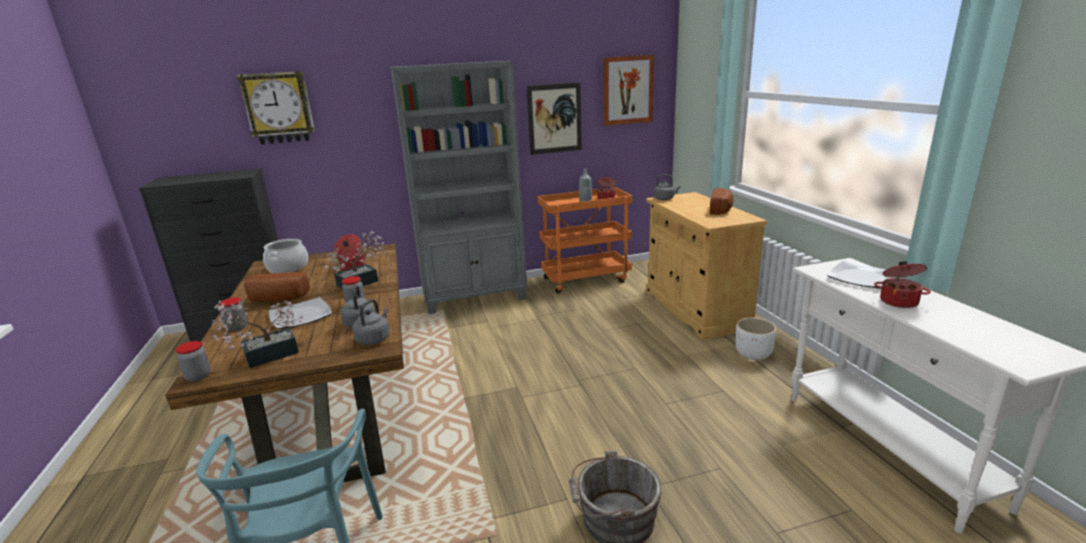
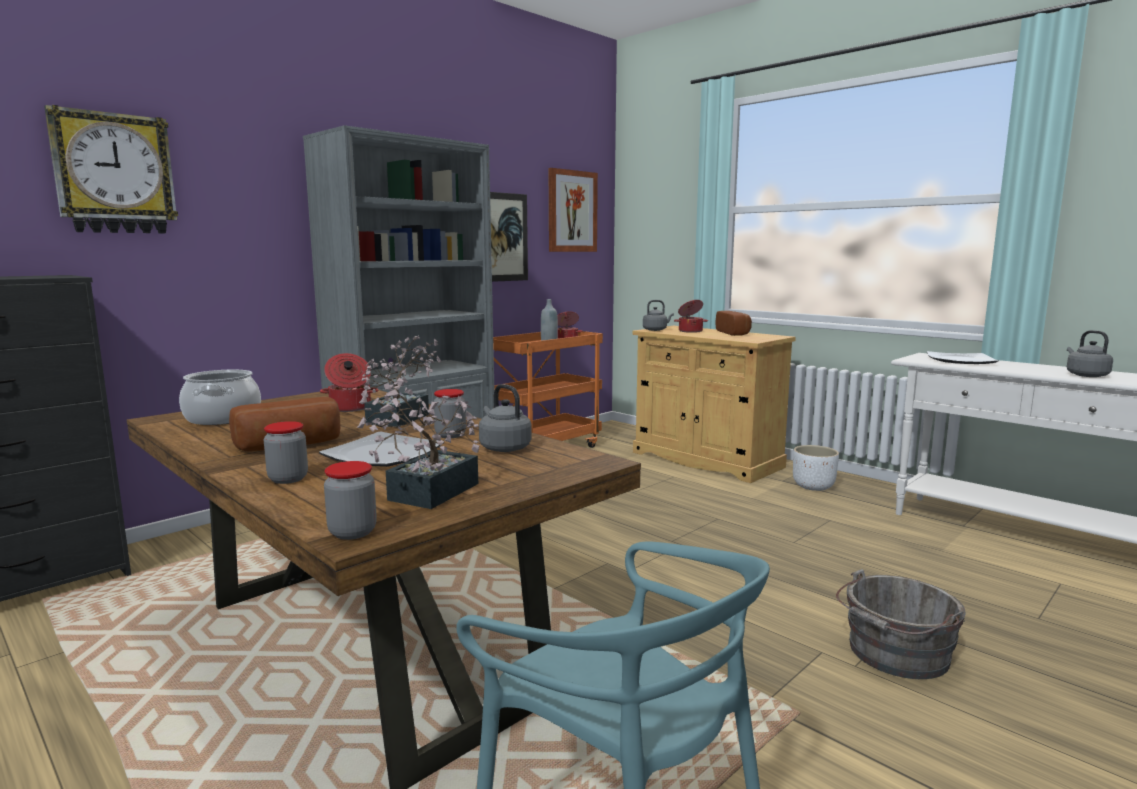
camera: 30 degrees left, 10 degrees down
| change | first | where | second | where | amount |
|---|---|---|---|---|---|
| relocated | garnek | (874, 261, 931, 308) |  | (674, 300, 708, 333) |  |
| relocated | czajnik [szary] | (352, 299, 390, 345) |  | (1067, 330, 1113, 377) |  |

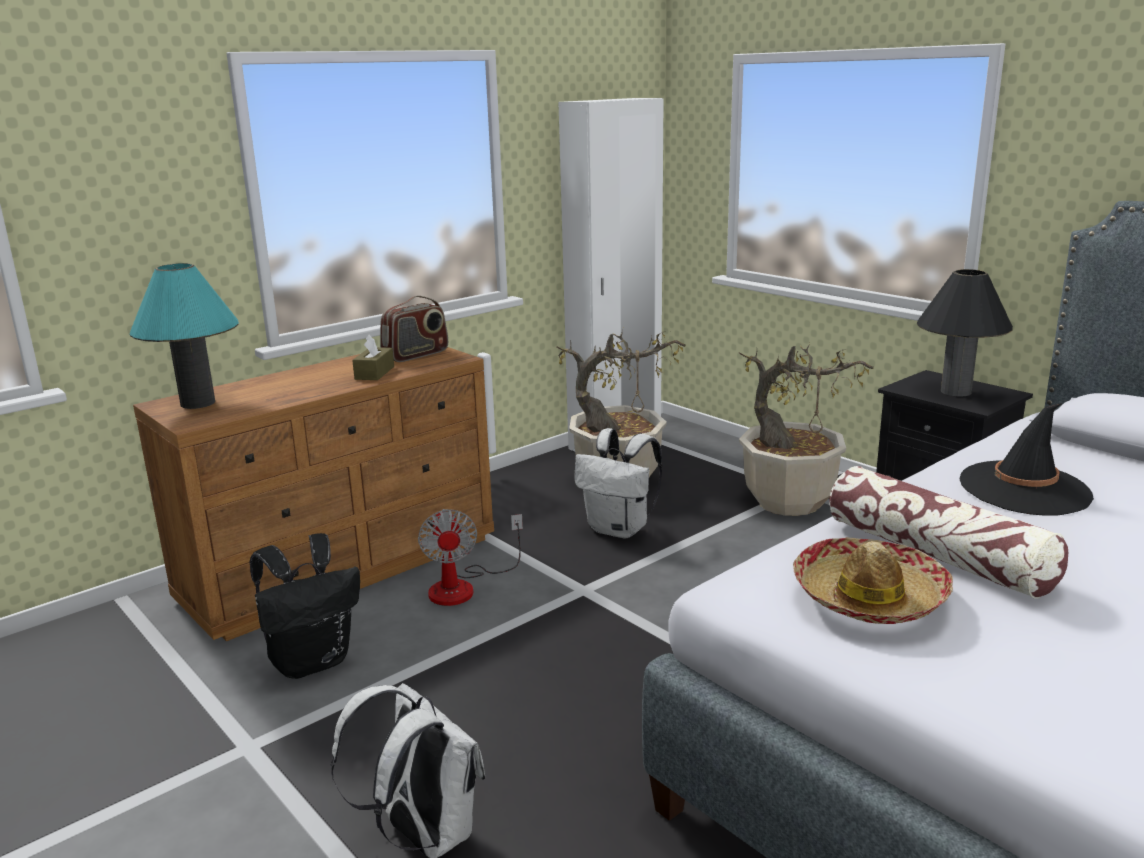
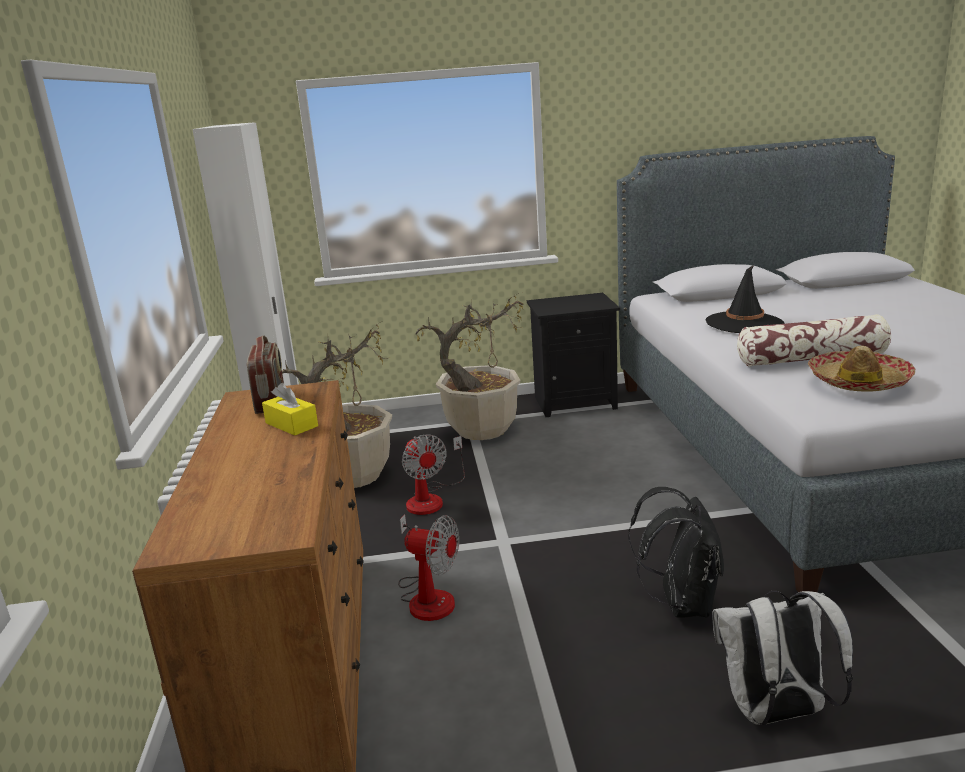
camera: 55 degrees left, 0 degrees up
| change | first | where | second | where | amount |
|---|---|---|---|---|---|
| missing | lampa stołowa [turkusowy] | (130, 263, 239, 409) |  |  |  |
| missing | lampa stołowa [czarny] | (917, 269, 1013, 396) |  |  |  |
| colour | pudełko chusteczek [brązowy] | (352, 334, 394, 380) | pudełko chusteczek [żółty] | (262, 383, 318, 435) |  |
| exchanged | plecak [biały] | (574, 428, 662, 538) | wentylator | (402, 435, 465, 515) |  |
| relocated | plecak [czarny] | (250, 533, 360, 679) |  | (628, 487, 724, 618) |  |

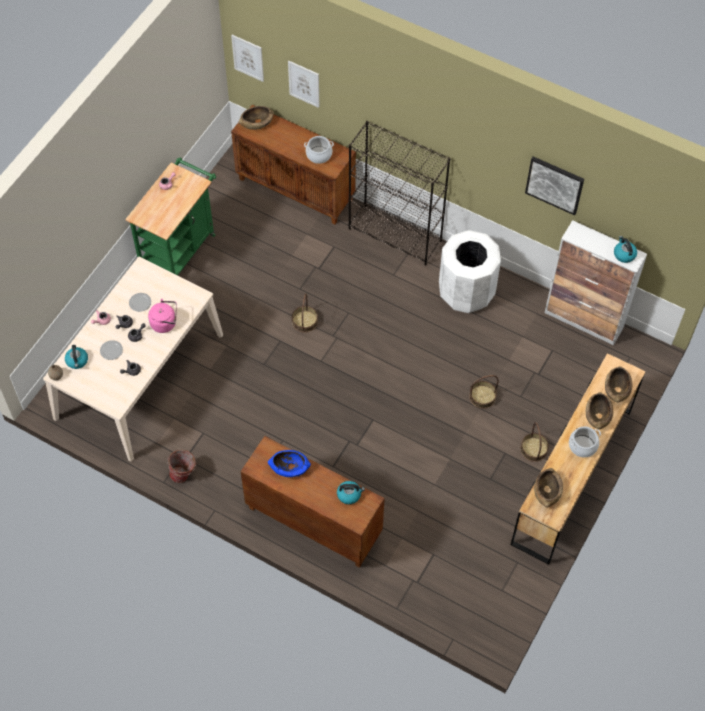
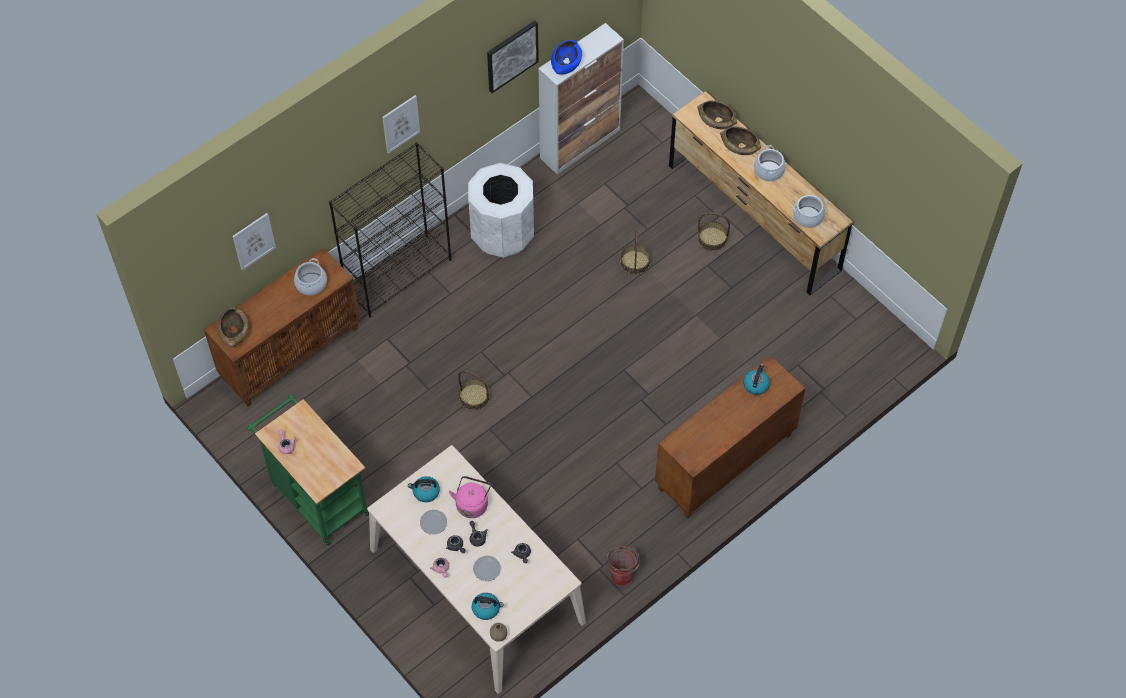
camera: 70 degrees left, 0 degrees up
| change | first | where | second | where | amount |
|---|---|---|---|---|---|
| relocated | obraz | (231, 35, 264, 82) |  | (382, 95, 420, 154) |  |
| relocated | czajnik | (614, 236, 637, 263) |  | (408, 476, 440, 502) |  |
| relocated | miska [niebieski] | (268, 450, 311, 477) |  | (551, 40, 582, 74) |  |
| exchanged | miska [brązowy] | (534, 468, 563, 507) | garnek | (793, 195, 827, 228) |  |

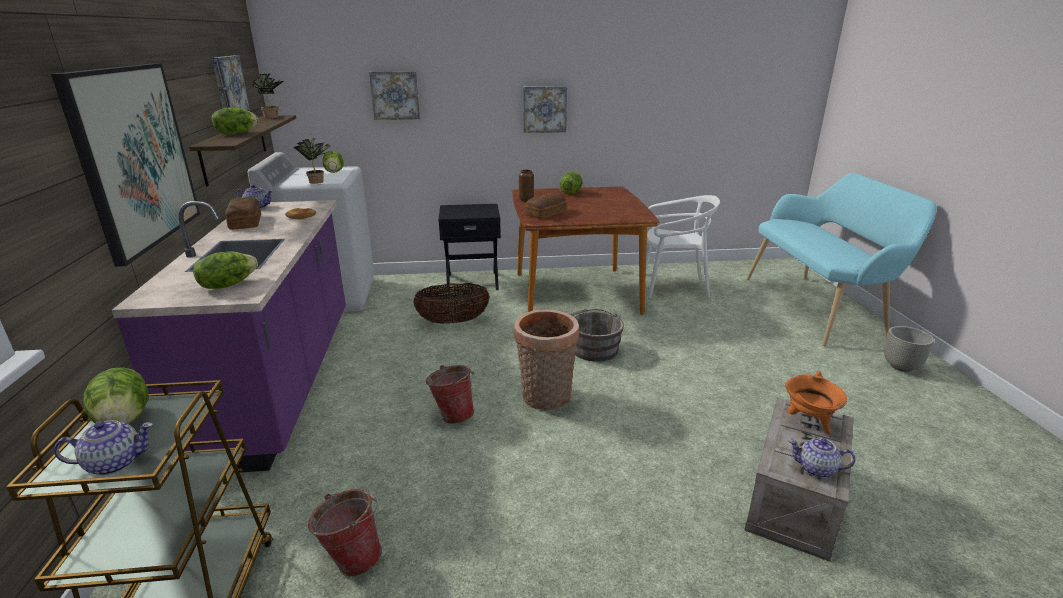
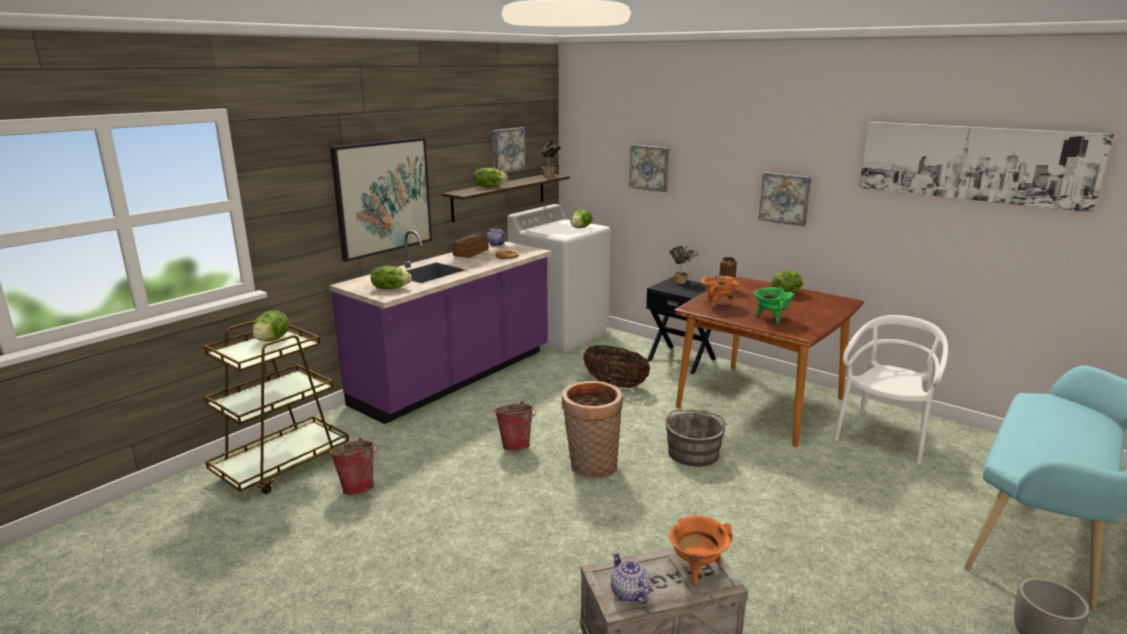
camera: 45 degrees right, 5 degrees down
| change | first | where | second | where | amount |
|---|---|---|---|---|---|
| relocated | roślina doniczkowa | (294, 138, 331, 184) |  | (669, 246, 698, 284) |  |
| exchanged | chleb | (525, 193, 566, 219) | garnek [pomarańczowy] | (701, 276, 739, 309) |  |
| spun | krzesło [biały] | (646, 195, 720, 298) |  | (833, 315, 948, 465) | 105 degrees counterclockwise |
| missing | imbryk | (54, 420, 153, 475) |  |  |  |
| appeared |  |  | obraz | (859, 122, 1114, 213) |  |
| appeared |  |  | garnek [zielony] | (754, 287, 795, 325) |  |

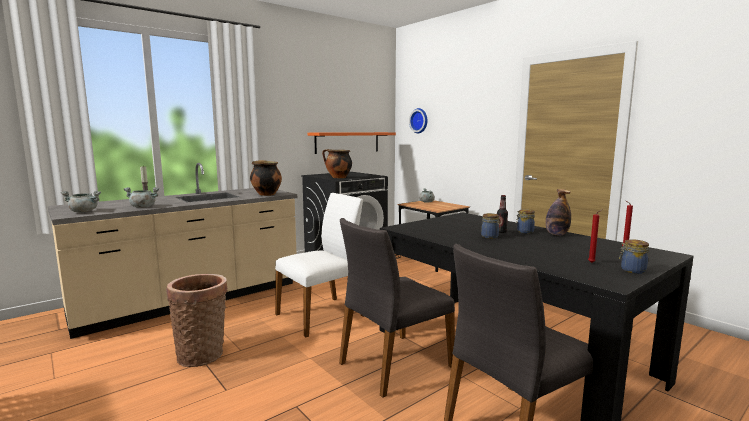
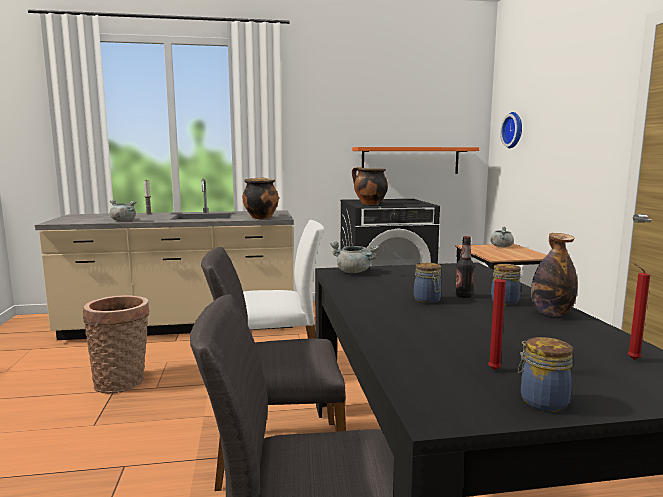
camera: 30 degrees right, 0 degrees up
| change | first | where | second | where | amount |
|---|---|---|---|---|---|
| relocated | garnek [szary] | (61, 191, 101, 212) |  | (330, 241, 379, 273) |  |

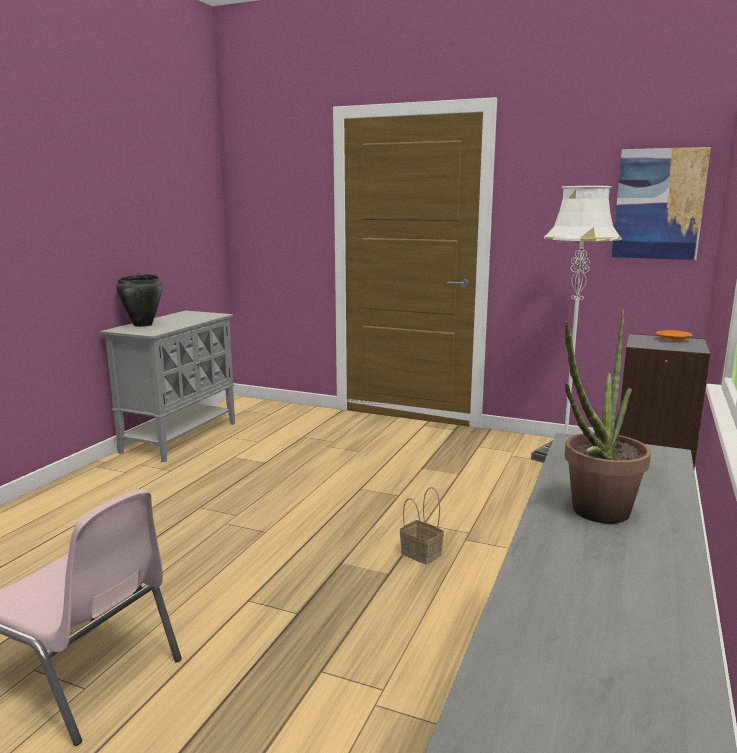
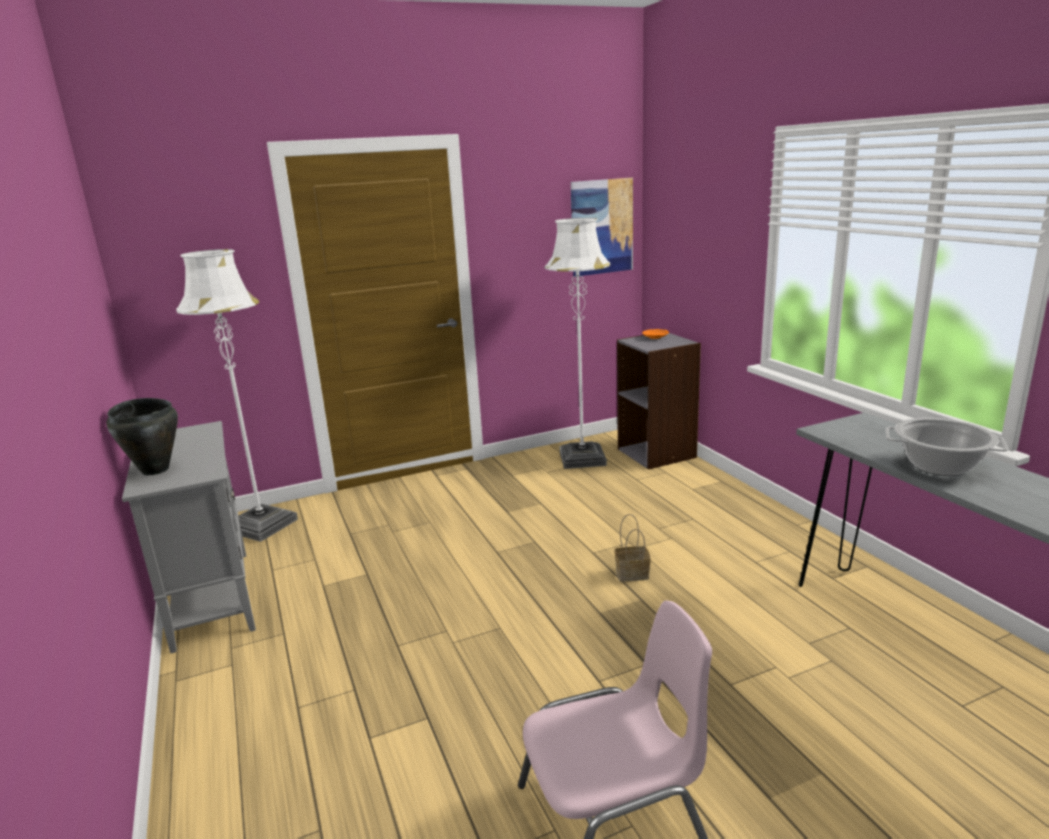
camera: 45 degrees left, 5 degrees up
| change | first | where | second | where | amount |
|---|---|---|---|---|---|
| exchanged | roślina doniczkowa | (564, 308, 651, 524) | garnek | (885, 418, 1008, 476) |  |
| appeared |  |  | lampa stojąca [biały] | (176, 249, 298, 542) |  |

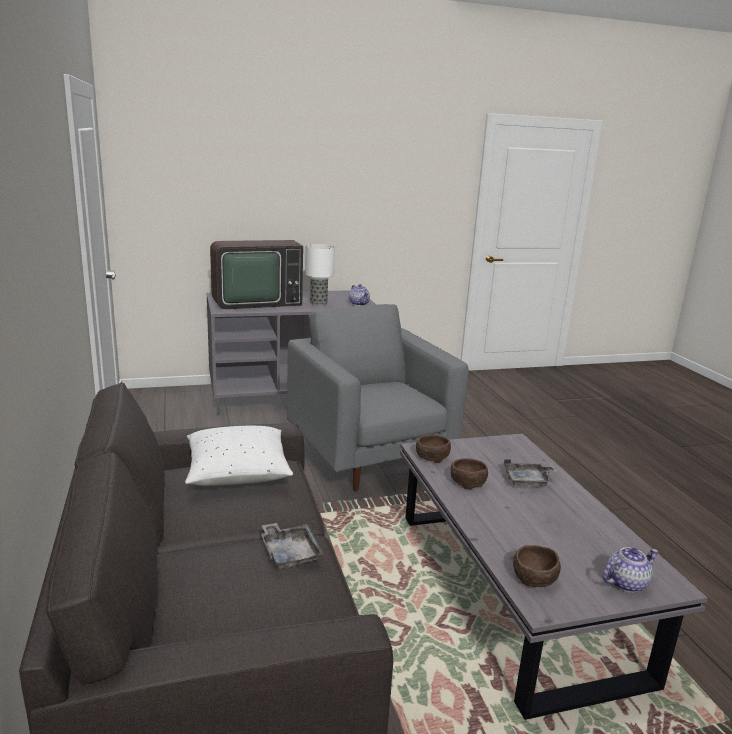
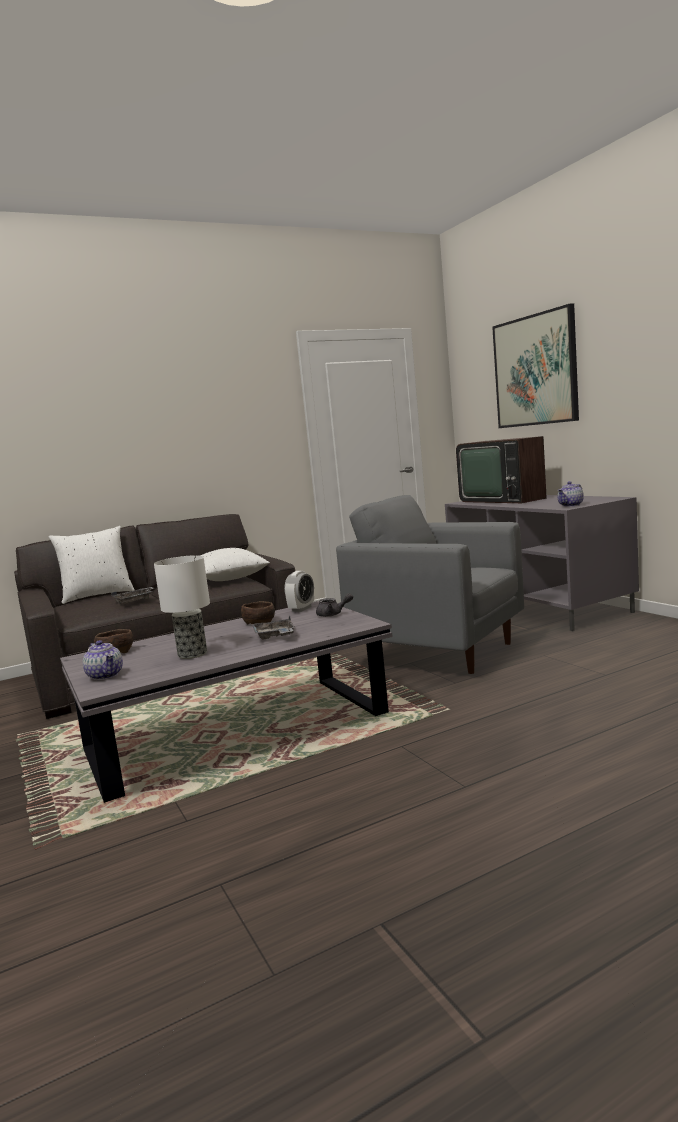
camera: 80 degrees right, 10 degrees down
| change | first | where | second | where | amount |
|---|---|---|---|---|---|
| relocated | lampa stołowa | (305, 244, 335, 305) |  | (154, 555, 210, 659) |  |
| spun | fotel [szary] | (287, 304, 469, 492) |  | (336, 495, 524, 674) | 105 degrees counterclockwise |
| exchanged | miska [brązowy] | (416, 435, 451, 463) | budzik | (284, 571, 314, 612) |  |
| appeared |  |  | obraz | (492, 304, 579, 428) |  |
| appeared |  |  | poduszka [biały] | (49, 526, 135, 604) |  |
| appeared |  |  | imbryk [szary] | (316, 593, 353, 617) |  |

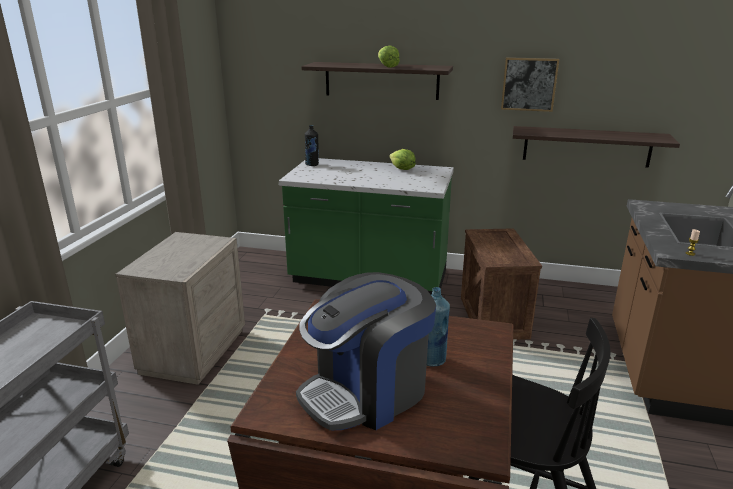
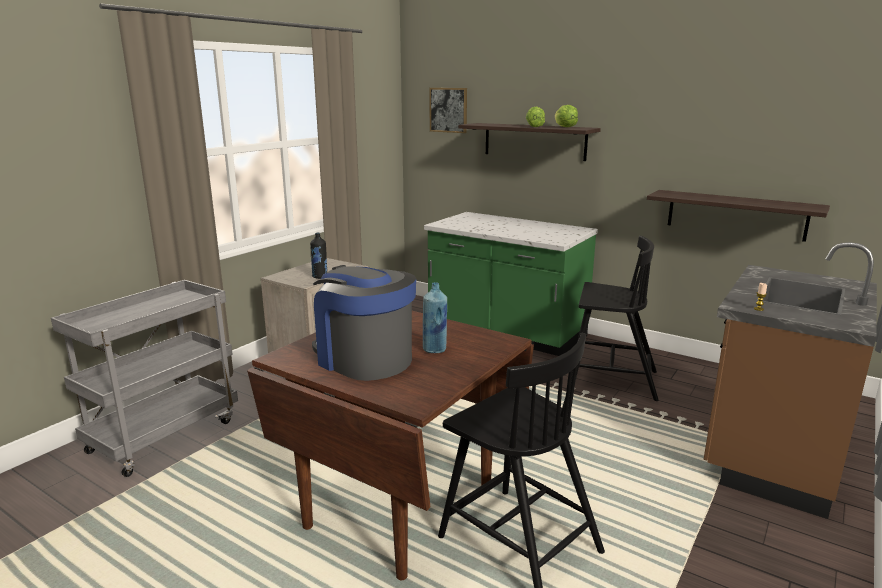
camera: 20 degrees right, 5 degrees down
| change | first | where | second | where | amount |
|---|---|---|---|---|---|
| relocated | obraz | (501, 57, 559, 112) |  | (429, 88, 467, 133) |  |
| relocated | butelka [czarny] | (305, 125, 319, 166) |  | (310, 232, 327, 279) |  |
| relocated | sałata | (389, 149, 416, 170) |  | (555, 105, 578, 127) |  |
| exchanged | skrzynka | (461, 228, 542, 340) | krzesło [czarny] | (572, 236, 659, 401) |  |
| spun | ekspres do kawy | (296, 272, 436, 430) |  | (312, 265, 416, 381) | 60 degrees clockwise |

